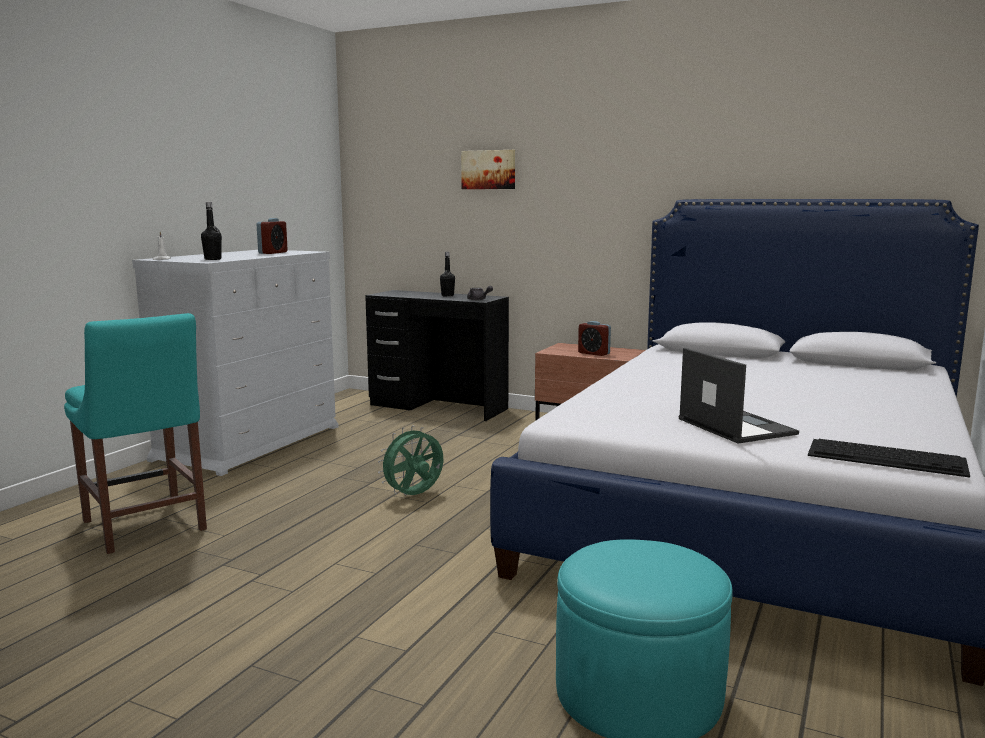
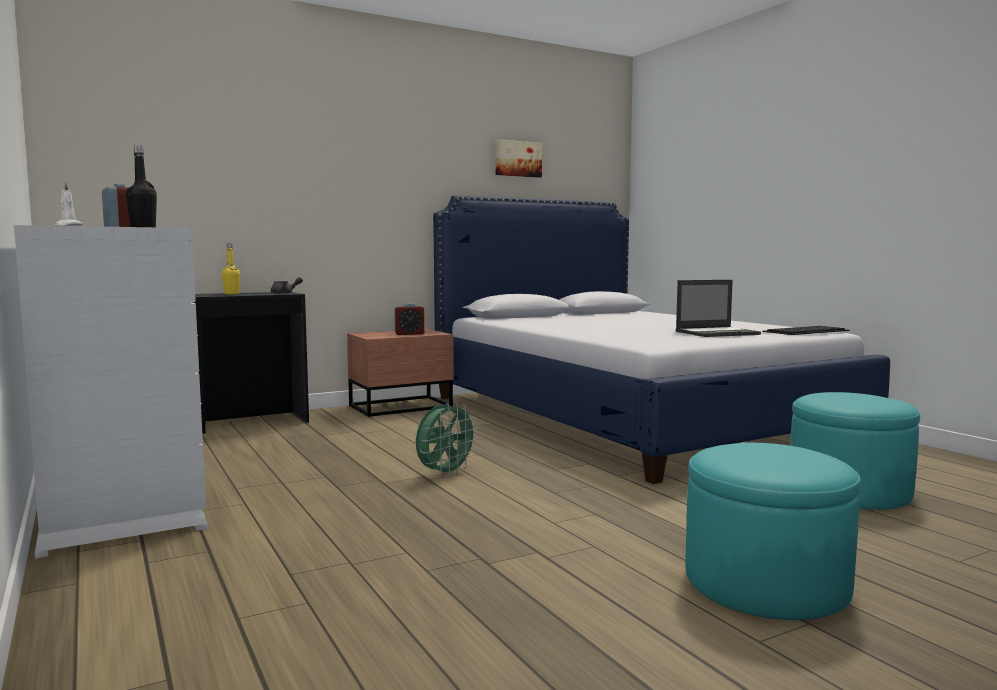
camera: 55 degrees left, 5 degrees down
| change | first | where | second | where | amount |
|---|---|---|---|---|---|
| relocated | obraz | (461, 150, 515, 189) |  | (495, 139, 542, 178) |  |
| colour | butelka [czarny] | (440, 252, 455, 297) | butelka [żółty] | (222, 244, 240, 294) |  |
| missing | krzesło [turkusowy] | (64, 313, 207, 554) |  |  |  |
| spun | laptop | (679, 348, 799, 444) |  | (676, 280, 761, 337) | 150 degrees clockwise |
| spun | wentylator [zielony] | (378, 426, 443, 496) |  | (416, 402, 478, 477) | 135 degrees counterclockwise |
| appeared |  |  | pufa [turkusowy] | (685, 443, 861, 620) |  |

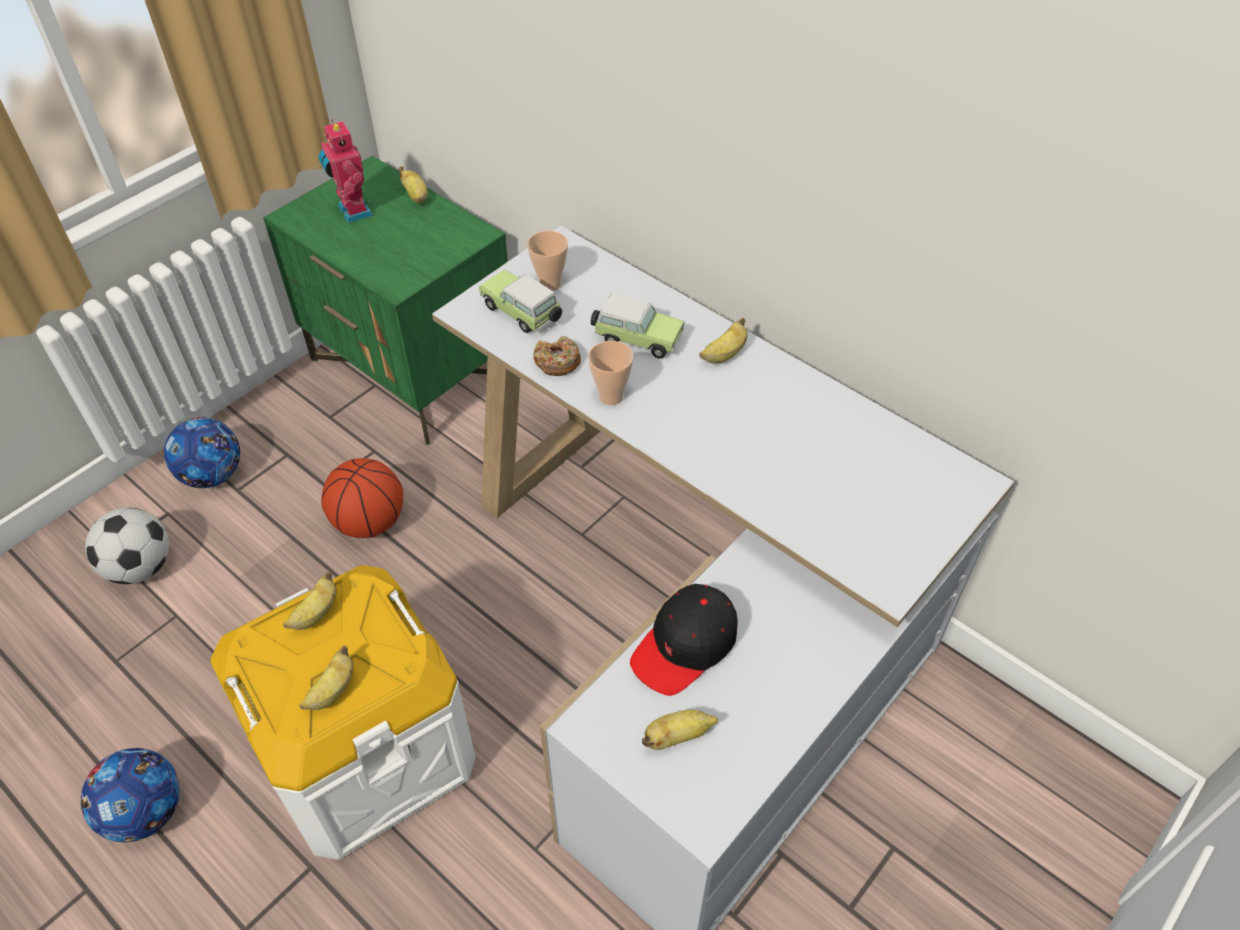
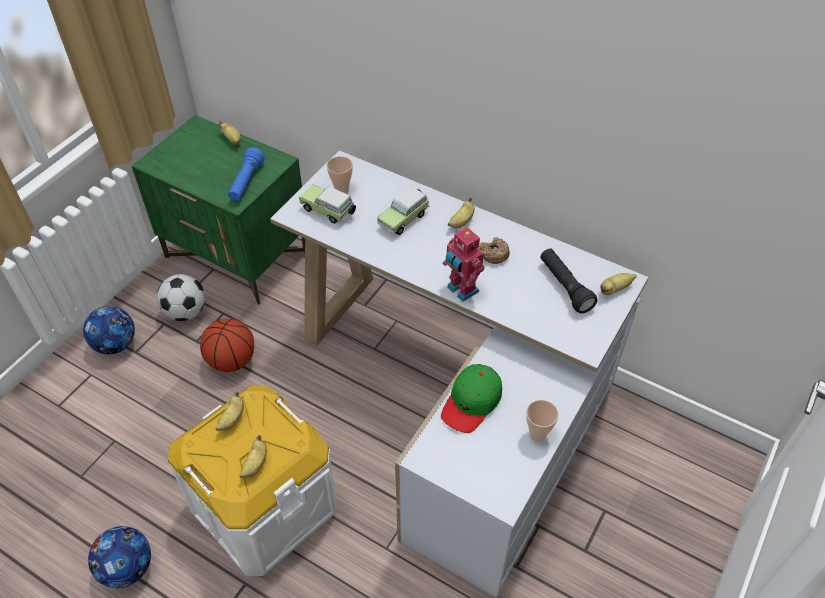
camera: 10 degrees left, 0 degrees up
| change | first | where | second | where | amount |
|---|---|---|---|---|---|
| relocated | robot zabawkowy | (319, 119, 373, 223) |  | (443, 227, 485, 302) |  |
| spun | samochodzik | (591, 293, 684, 359) |  | (377, 186, 429, 235) | 120 degrees clockwise |
| relocated | donut | (533, 336, 581, 376) |  | (479, 237, 510, 264) |  |
| relocated | filiżanka | (588, 341, 633, 405) |  | (526, 400, 559, 442) |  |
| relocated | piłka futbolowa | (85, 508, 169, 584) |  | (157, 274, 205, 321) |  |
| colour | czapka z daszkiem [czarny] | (630, 584, 738, 696) | czapka z daszkiem [zielony] | (441, 364, 502, 433) |  |
| relocated | banan | (642, 710, 718, 750) |  | (600, 273, 637, 295) |  |
| appeared |  |  | latarka [niebieski] | (228, 147, 265, 201) |  |
| appeared |  |  | latarka [czarny] | (540, 249, 598, 313) |  |

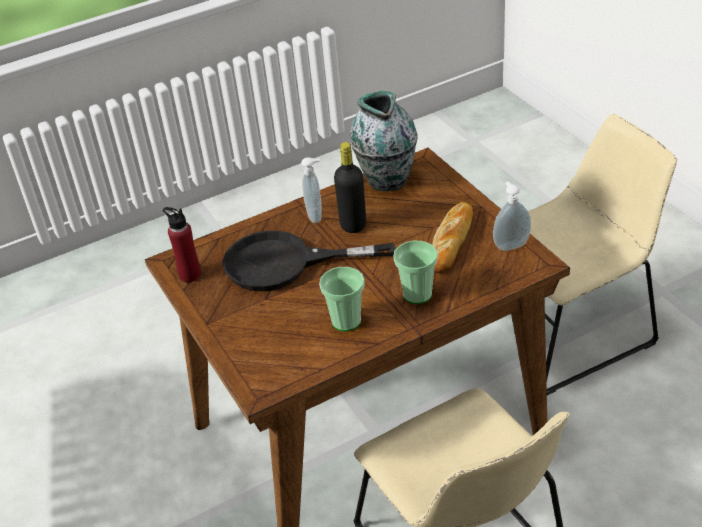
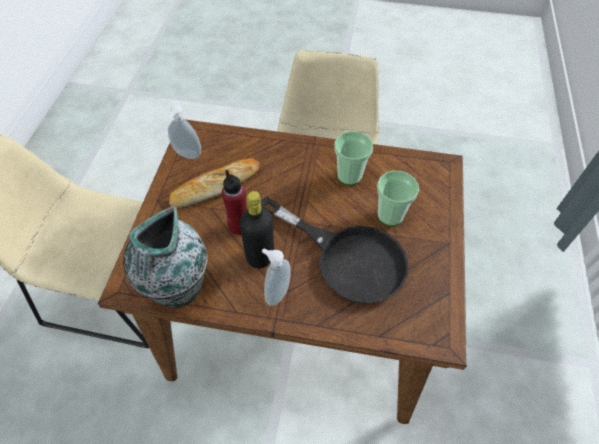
camera: 145 degrees left, 15 degrees up
| change | first | where | second | where | amount |
|---|---|---|---|---|---|
| relocated | butelka [czerwony] | (163, 207, 201, 282) |  | (222, 170, 247, 235) |  |
| relocated | filiżanka | (393, 241, 438, 304) |  | (377, 171, 419, 226) |  |

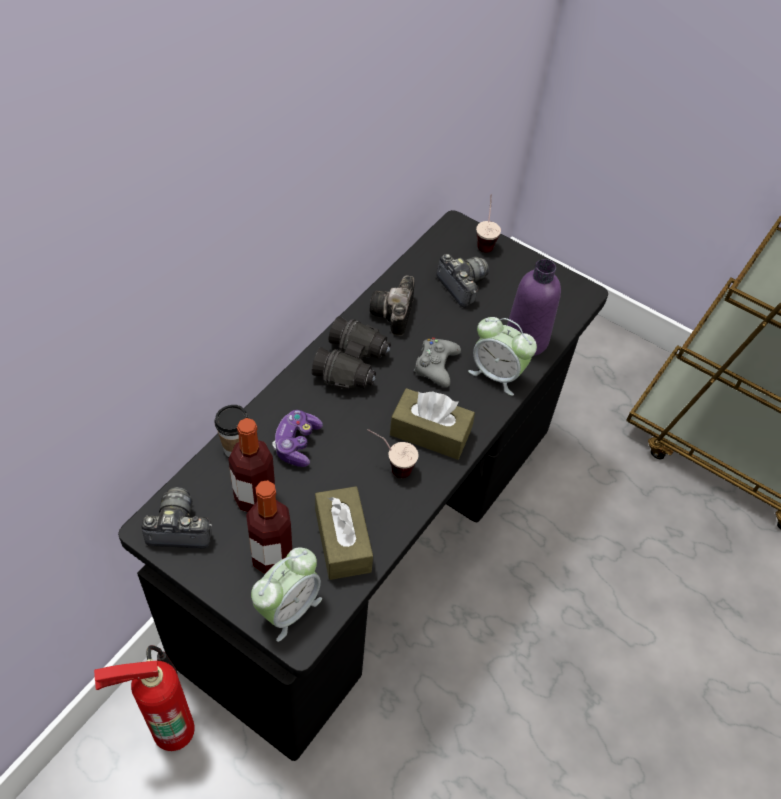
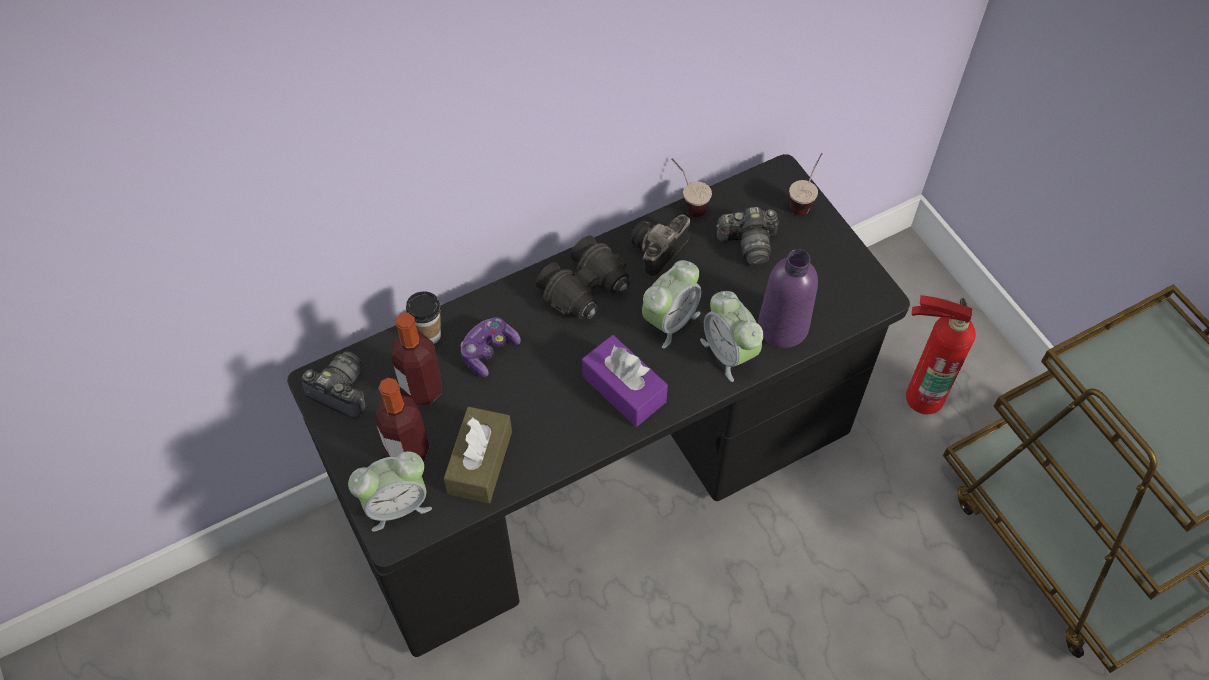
camera: 30 degrees right, 5 degrees up
| change | first | where | second | where | amount |
|---|---|---|---|---|---|
| spun | aparat fotograficzny | (436, 254, 489, 308) |  | (716, 207, 779, 266) | 90 degrees clockwise |
| exchanged | pad do gier [szary] | (414, 337, 461, 387) | budzik | (642, 260, 701, 348) |  |
| colour | pudełko chusteczek [brązowy] | (390, 388, 475, 460) | pudełko chusteczek [fioletowy] | (582, 335, 668, 427) |  |
| relocated | filiżanka | (367, 429, 419, 478) |  | (672, 158, 712, 217) |  |
| relocated | gaśnica | (94, 645, 195, 751) |  | (906, 295, 976, 414) |  |

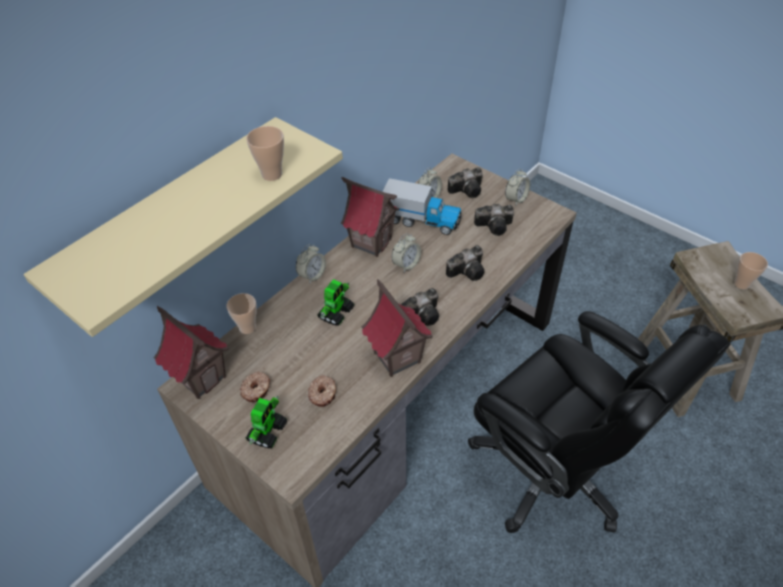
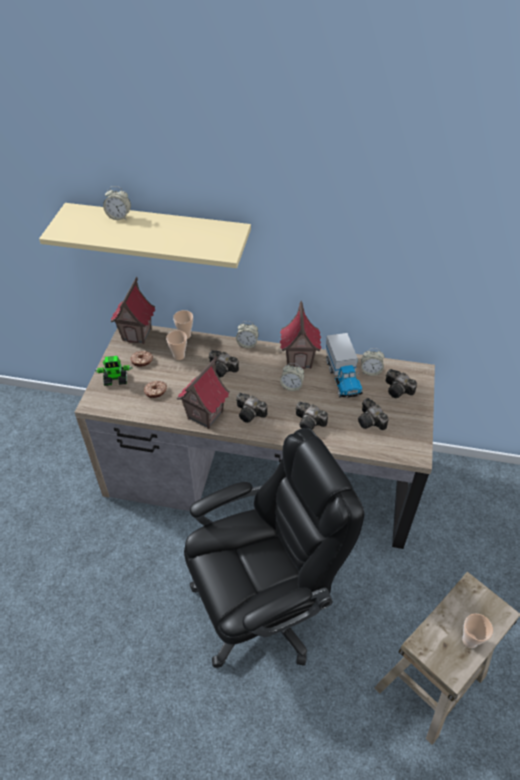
camera: 60 degrees right, 0 degrees up
| change | first | where | second | where | amount |
|---|---|---|---|---|---|
| relocated | filiżanka | (246, 126, 284, 181) |  | (166, 330, 187, 360) |  |
| relocated | budzik | (505, 169, 530, 205) |  | (103, 186, 131, 220) |  |
| exchanged | robot zabawkowy | (317, 279, 355, 326) | aparat fotograficzny | (209, 350, 239, 378) |  |
| spun | krzesło biurowe [czarny] | (468, 311, 731, 533) |  | (184, 428, 364, 668) | 135 degrees counterclockwise |

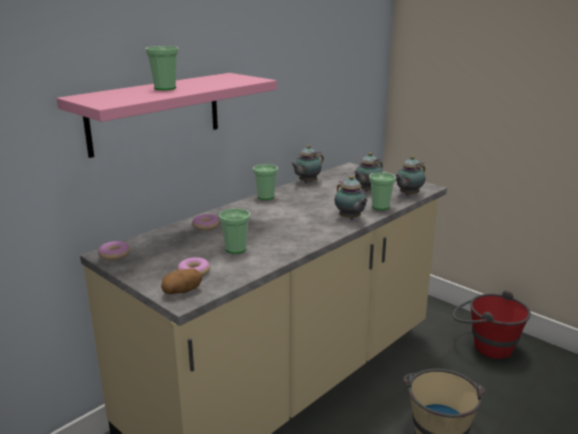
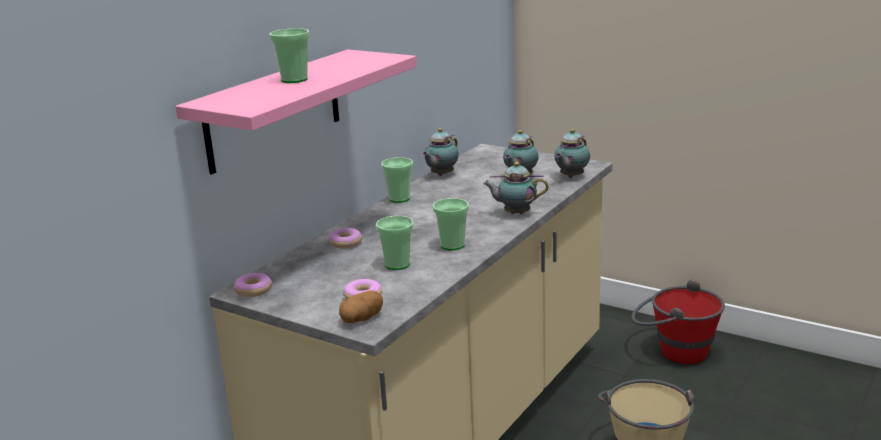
camera: 10 degrees left, 0 degrees up
| change | first | where | second | where | amount |
|---|---|---|---|---|---|
| relocated | filiżanka | (369, 172, 396, 210) |  | (433, 198, 469, 250) |  |
| spun | imbryk | (334, 176, 368, 220) |  | (483, 162, 549, 214) | 135 degrees clockwise |

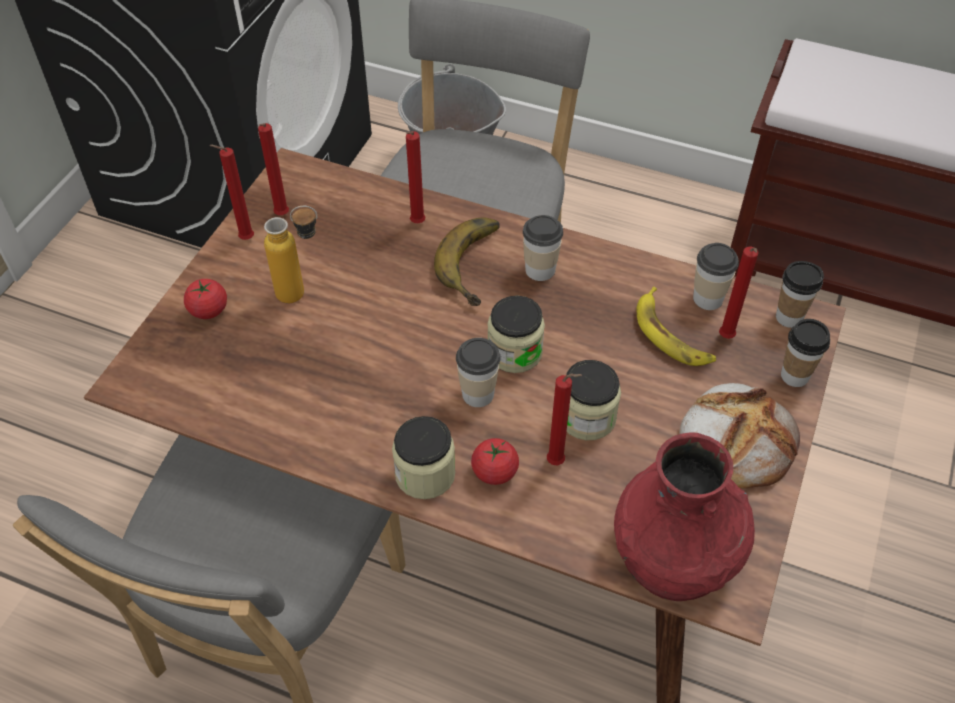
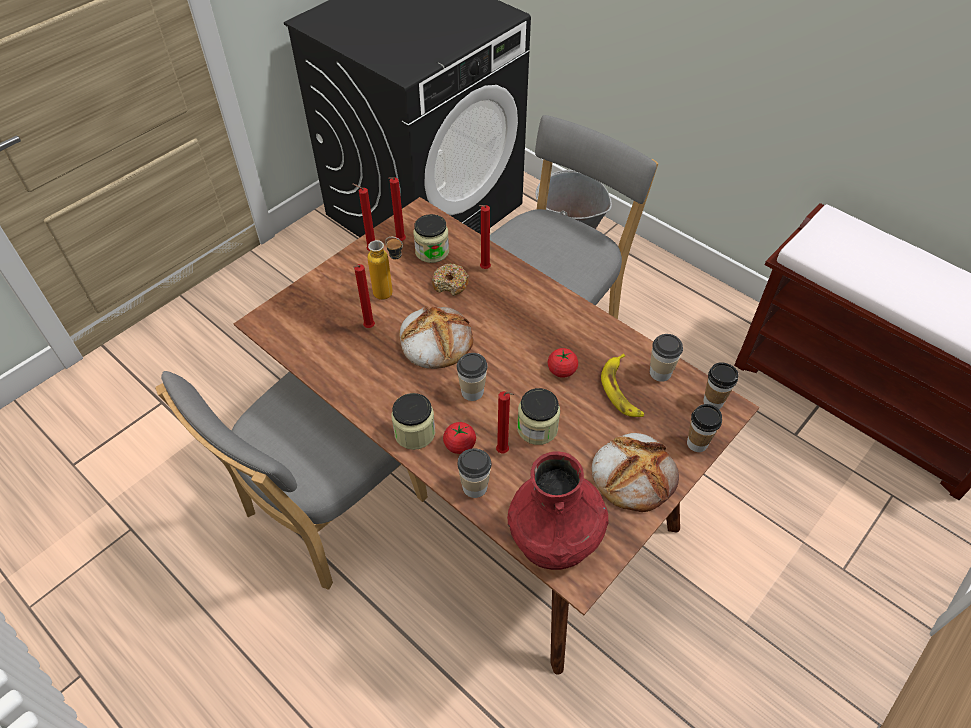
camera: 20 degrees right, 0 degrees up
| change | first | where | second | where | amount |
|---|---|---|---|---|---|
| relocated | filiżanka | (523, 215, 563, 281) |  | (457, 448, 491, 498) |  |
| missing | banan | (434, 218, 499, 306) |  |  |  |
| relocated | świeca [czerwony] | (719, 246, 759, 339) |  | (353, 264, 375, 328) |  |
| relocated | pomidor | (184, 279, 227, 319) |  | (548, 348, 578, 378) |  |
| relocated | słoik | (488, 296, 545, 373) |  | (413, 214, 449, 263) |  |
| appeared |  |  | donut | (432, 264, 468, 296) |  |
| appeared |  |  | chleb | (399, 306, 473, 369) |  |

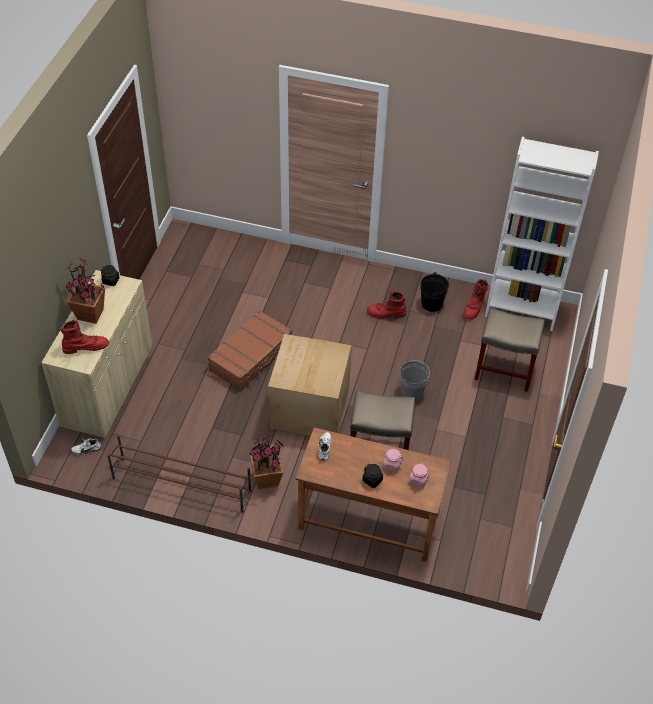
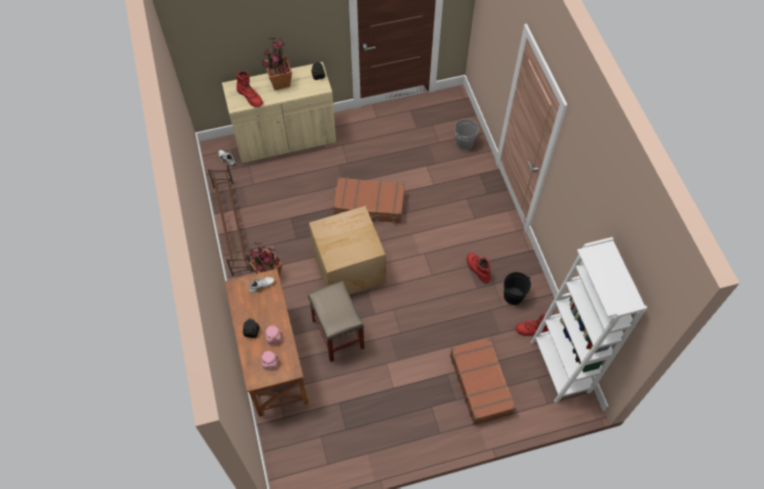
camera: 60 degrees right, 10 degrees up
| change | first | where | second | where | amount |
|---|---|---|---|---|---|
| exchanged | stołek [beżowy] | (475, 308, 545, 392) | walizka [brązowy] | (450, 338, 516, 425) |  |
| relocated | wiadro [szary] | (400, 359, 430, 400) |  | (455, 119, 479, 151) |  |

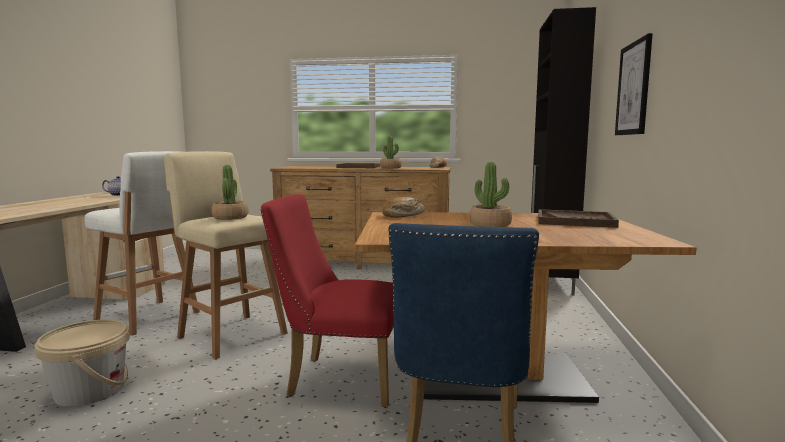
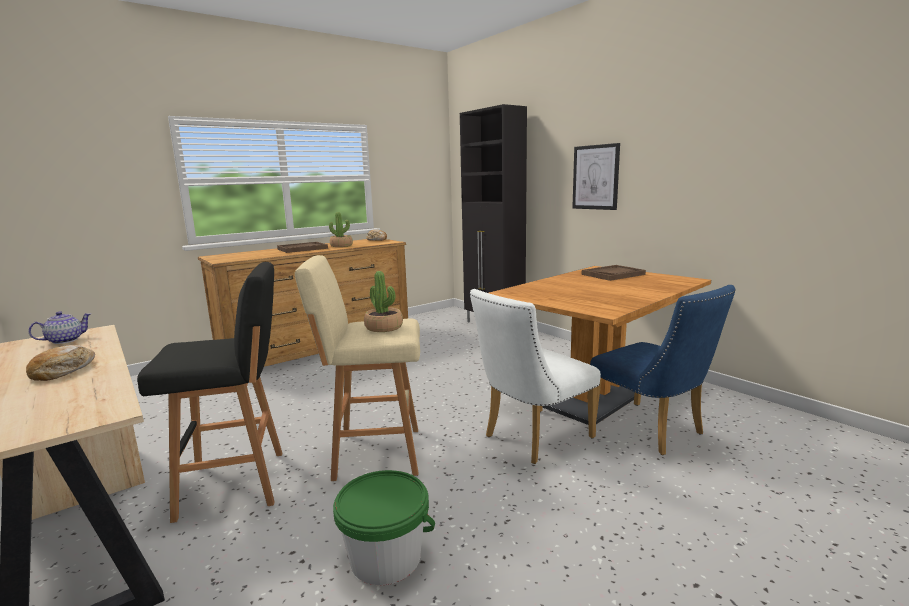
camera: 45 degrees left, 5 degrees up
| change | first | where | second | where | amount |
|---|---|---|---|---|---|
| colour | stołek [biały] | (85, 151, 200, 336) | stołek [czarny] | (137, 262, 282, 523) |  |
| missing | roślina doniczkowa | (469, 162, 512, 227) |  |  |  |
| colour | krzesło [czerwony] | (260, 194, 397, 408) | krzesło [biały] | (470, 289, 601, 464) |  |
| relocated | chleb | (382, 197, 425, 218) |  | (26, 345, 95, 381) |  |
| colour | wiadro [beżowy] | (35, 320, 130, 407) | wiadro [zielony] | (333, 470, 435, 585) |  |

